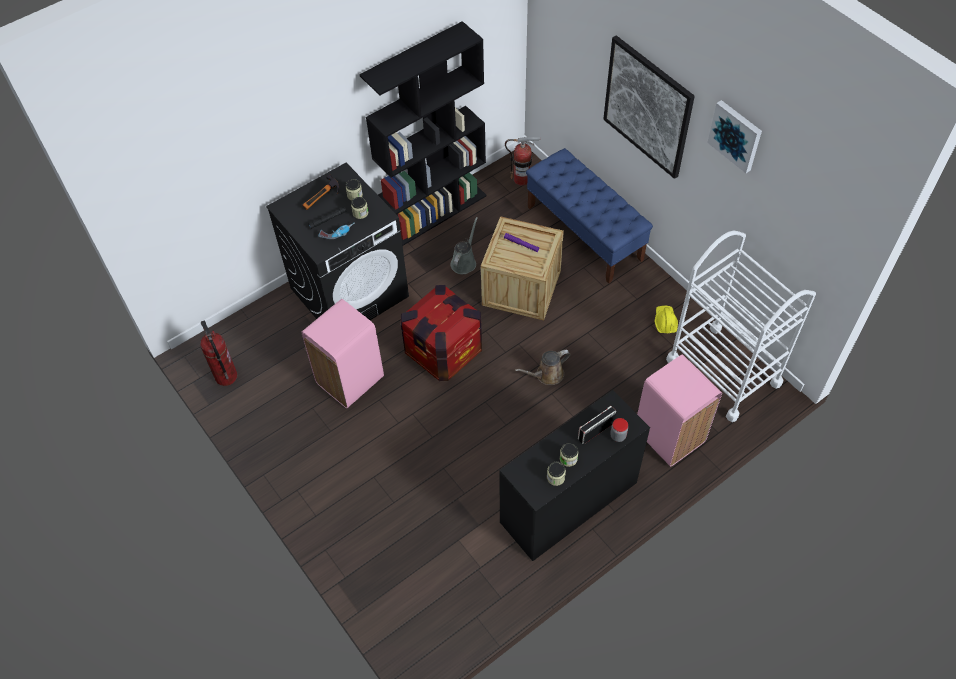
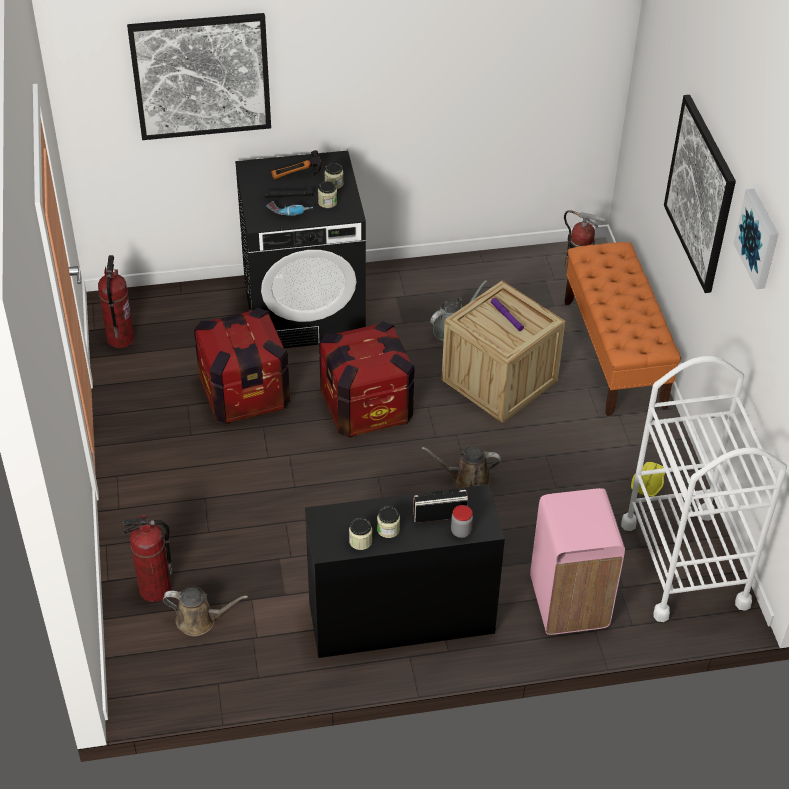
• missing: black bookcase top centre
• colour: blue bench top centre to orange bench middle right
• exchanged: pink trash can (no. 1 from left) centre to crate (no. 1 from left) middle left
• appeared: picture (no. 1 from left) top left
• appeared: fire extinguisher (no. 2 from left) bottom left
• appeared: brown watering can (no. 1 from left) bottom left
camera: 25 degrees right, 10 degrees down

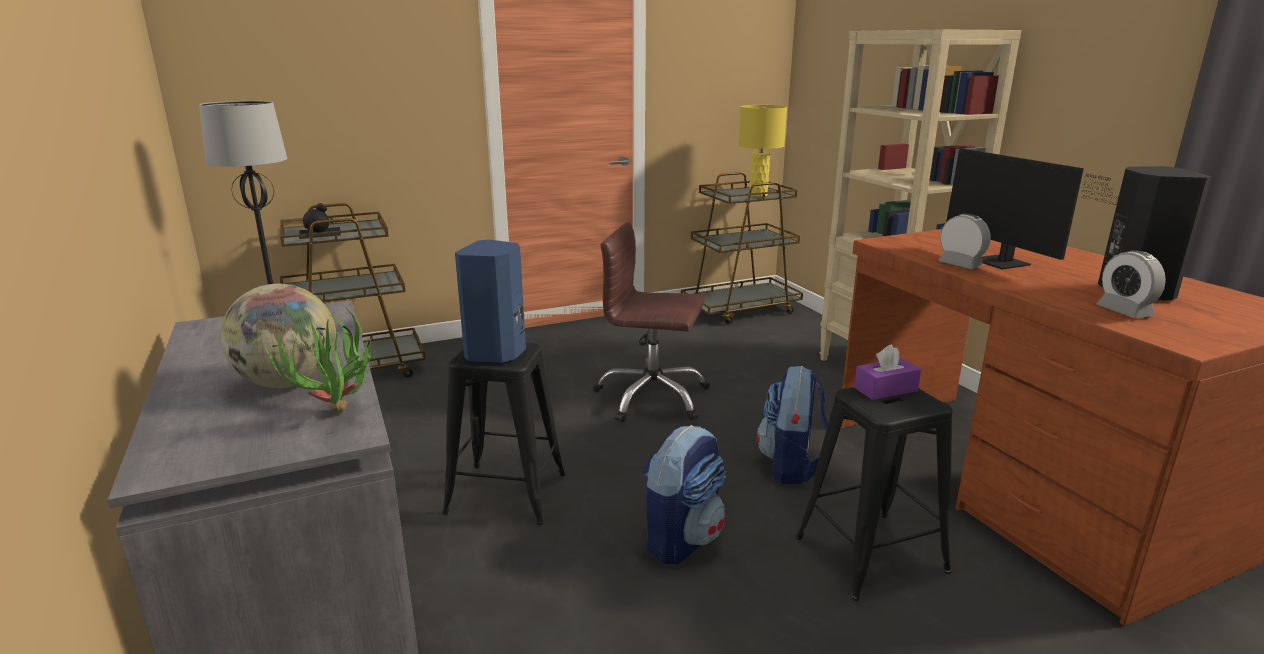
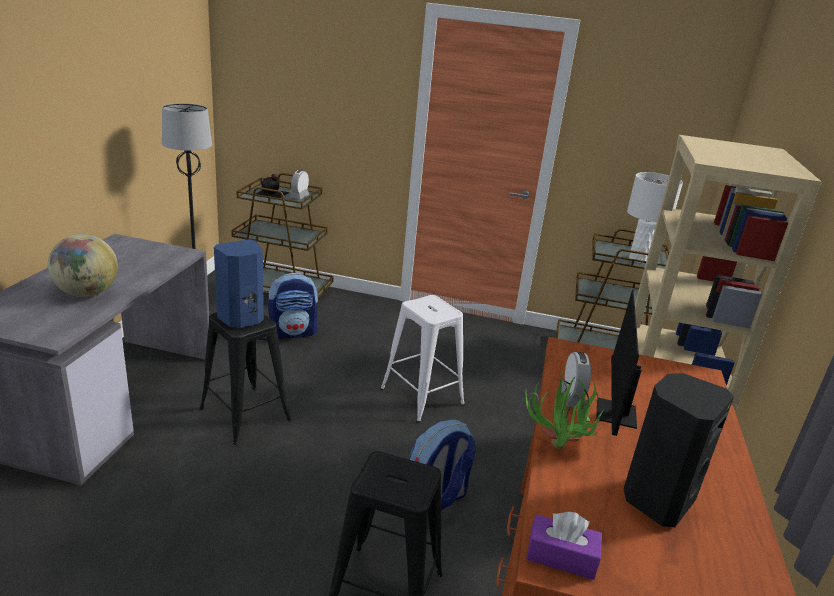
• colour: yellow table lamp top centre to white table lamp middle right
• exchanged: brown office chair centre to white stool centre
• relocated: alarm clock (no. 2 from left in the first image) middle right to alarm clock (no. 1 from left) top centre
• relocated: potted plant middle left to bottom right
• relocated: purple tissue box middle right to bottom right
• relocated: backpack (no. 1 from left) bottom centre to centre
camera: 35 degrees right, 5 degrees up

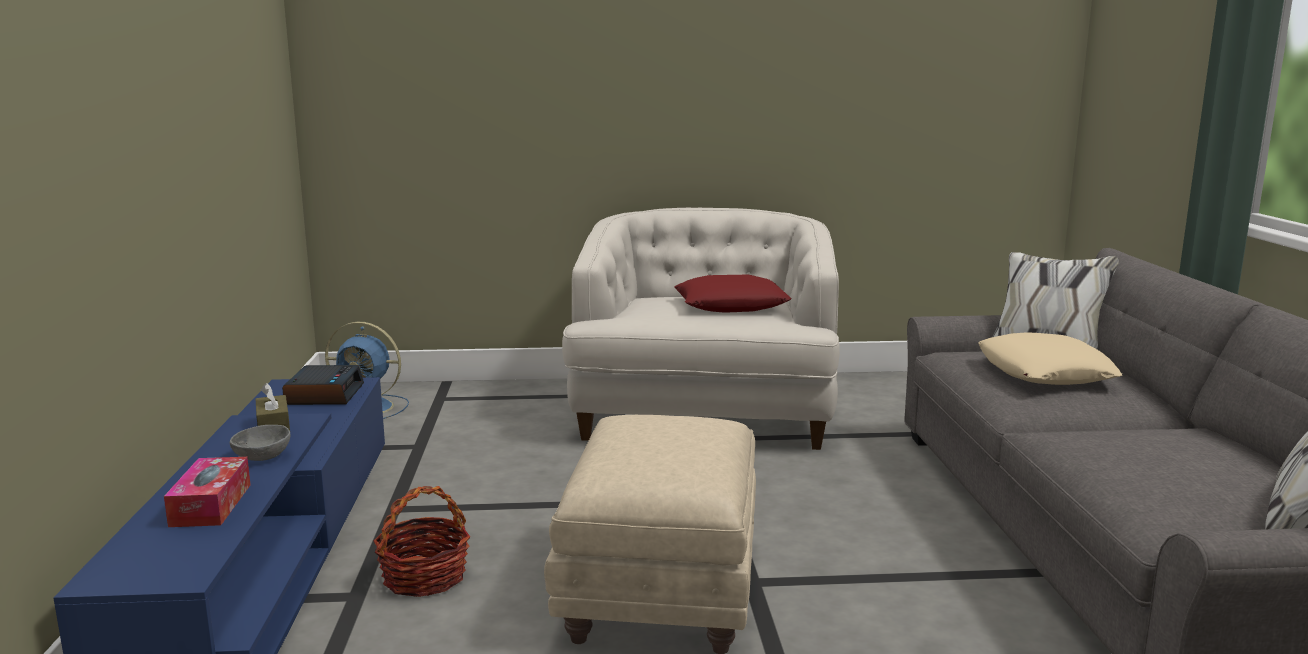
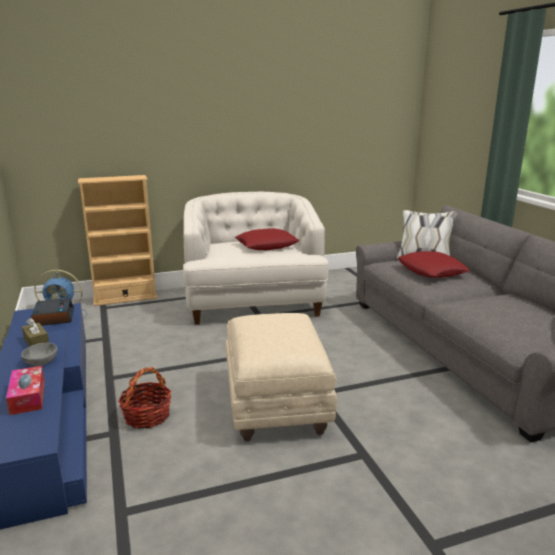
• colour: beige pillow middle right to red pillow (no. 2 from left) middle right
• appeared: beige bookcase middle left
camera: 15 degrees left, 5 degrees up

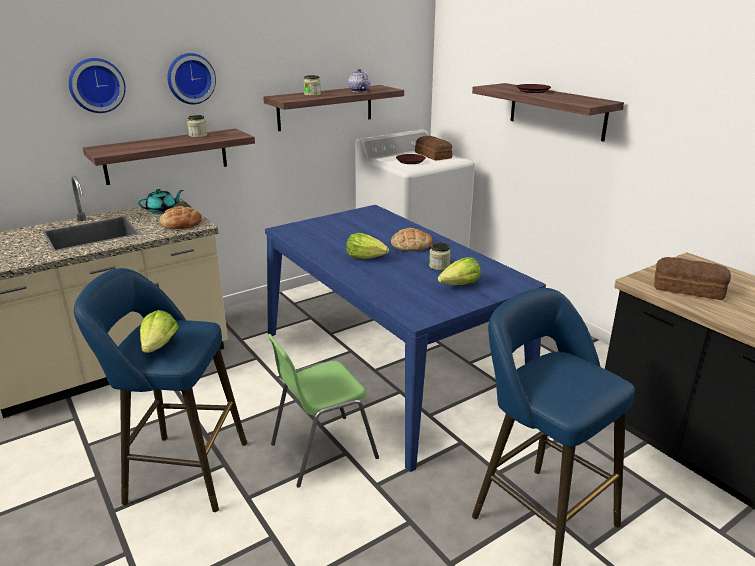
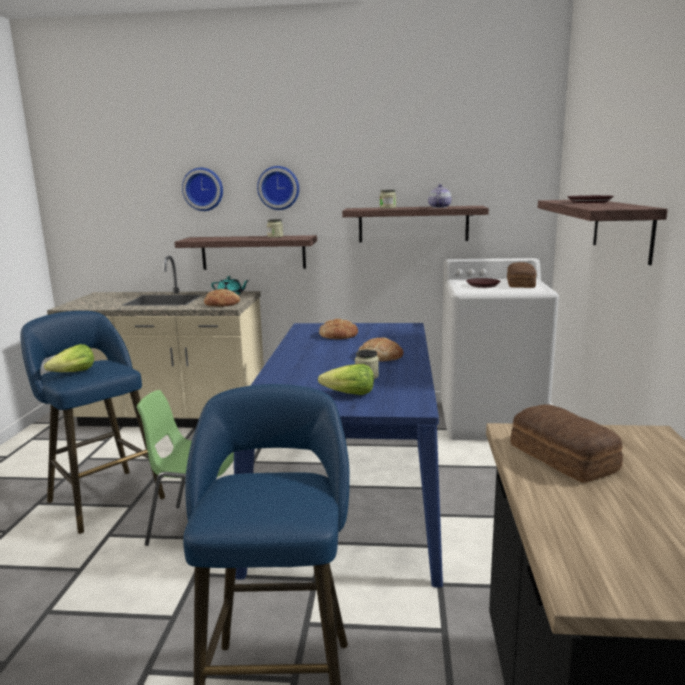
• missing: lettuce (no. 2 from left) centre
• appeared: bread (no. 2 from left) centre
camera: 40 degrees right, 10 degrees down

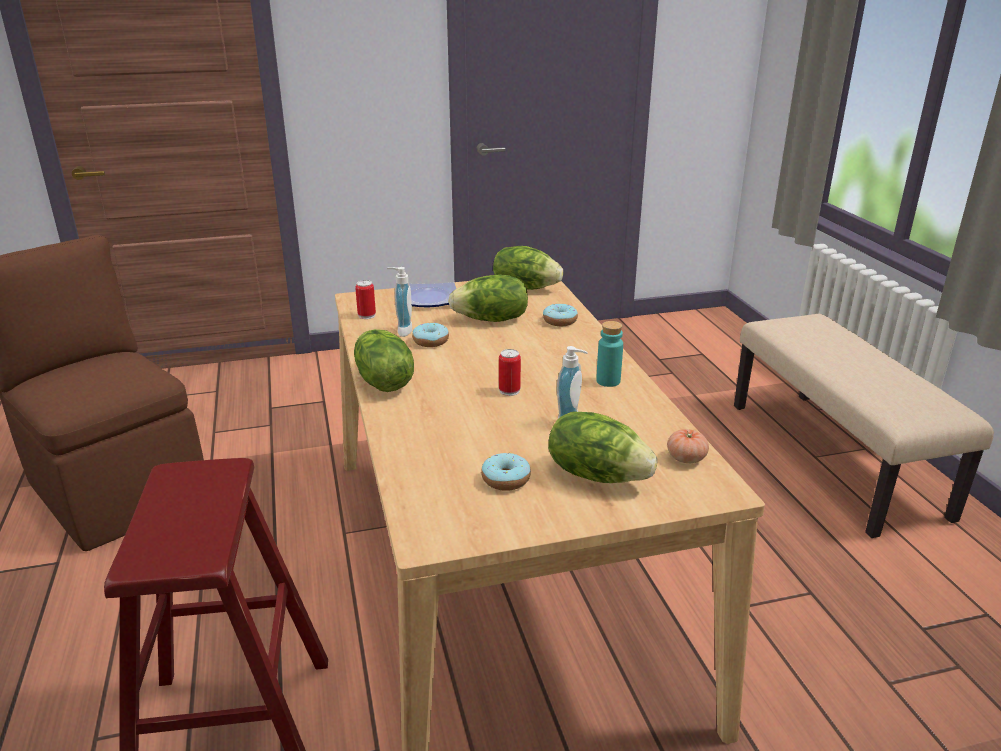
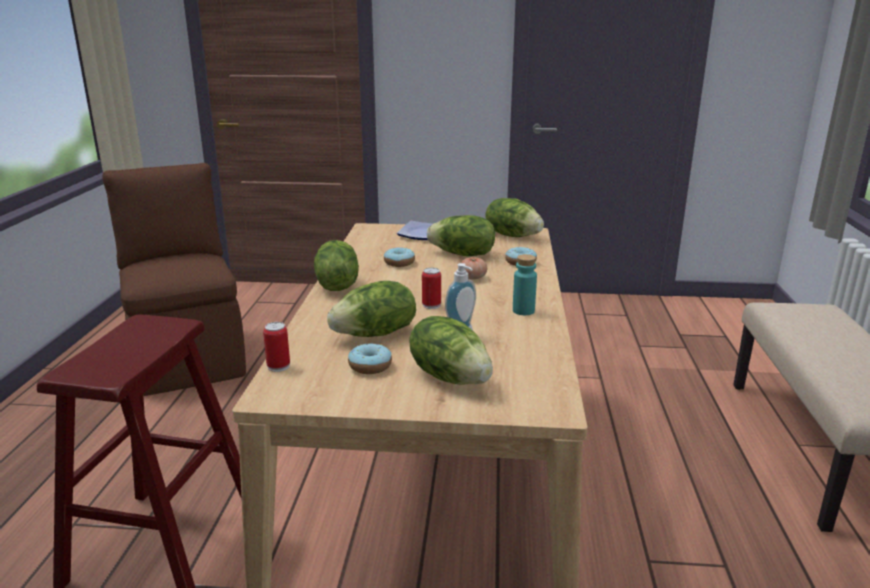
• missing: soap dispenser (no. 1 from left) centre
• relocated: can (no. 1 from left) centre to middle left
• relocated: tomato middle right to centre
• appeared: lettuce (no. 2 from left) centre
camera: 20 degrees right, 5 degrees down

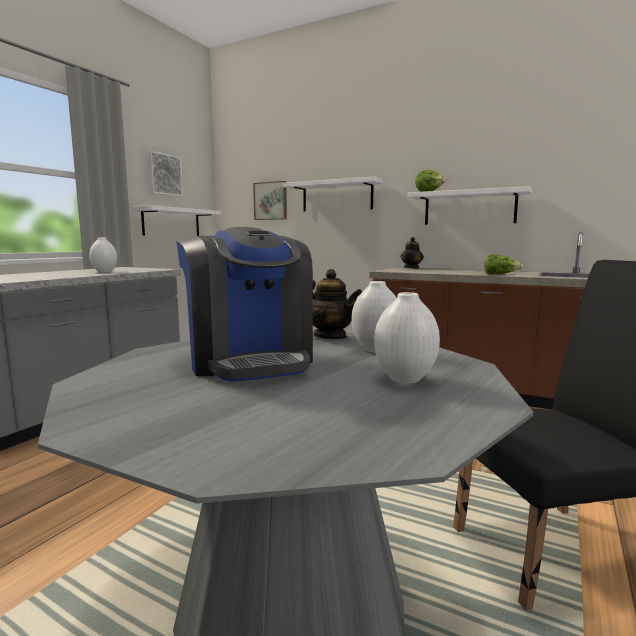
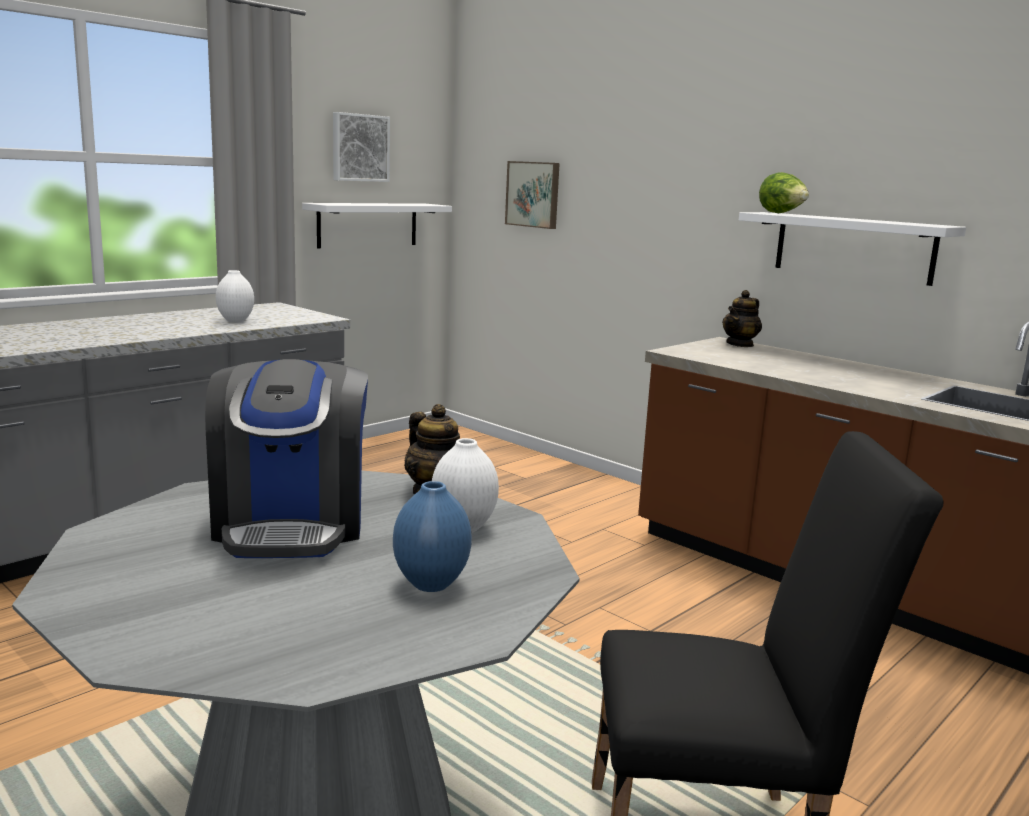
• missing: white shelf (no. 2 from left) top centre
• missing: lettuce (no. 2 from left) middle right
• colour: white vase (no. 3 from left) centre to blue vase centre
camera: 15 degrees right, 5 degrees up

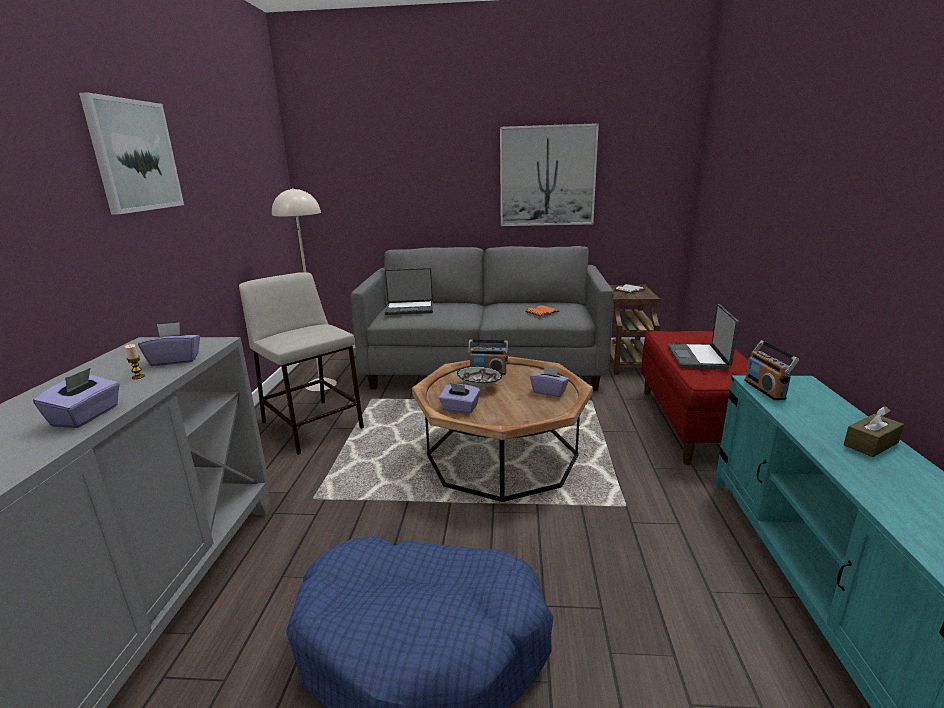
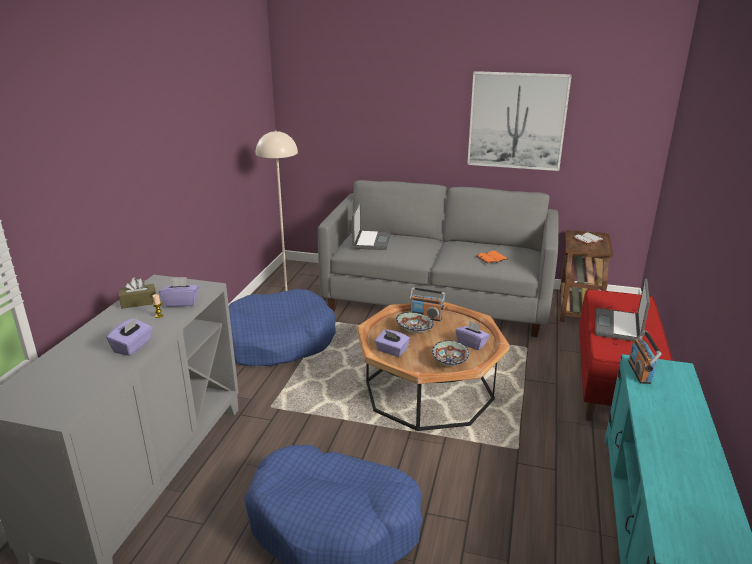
• missing: picture (no. 1 from left) top left
• spun: laptop (no. 1 from left) centre = centre 90 degrees counterclockwise
• exchanged: beige stool middle left to blue dog bed (no. 1 from left) centre
• relocated: brown tissue box middle right to middle left
• appeared: bowl (no. 2 from left) centre
camera: 10 degrees right, 5 degrees up

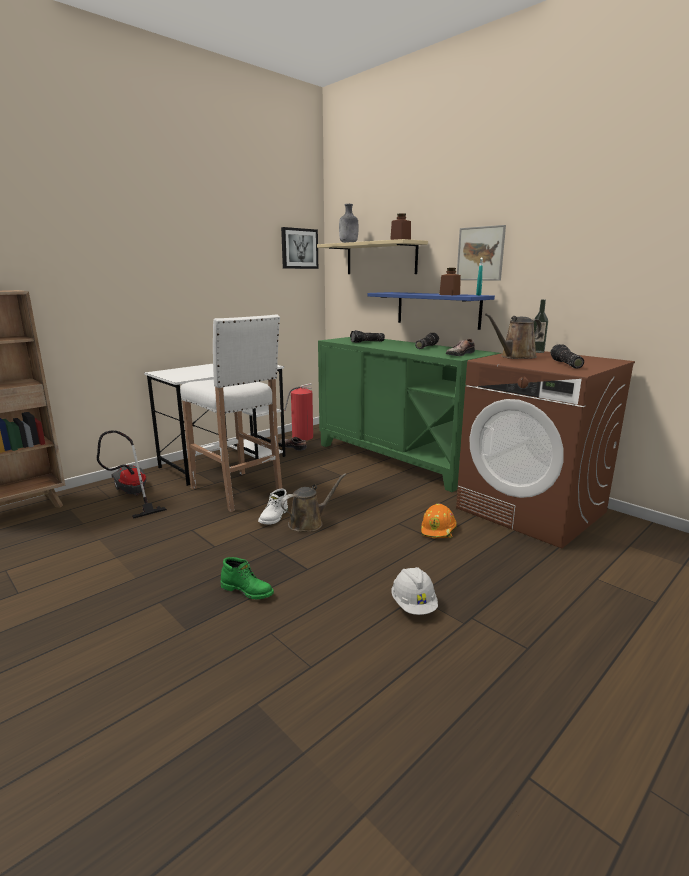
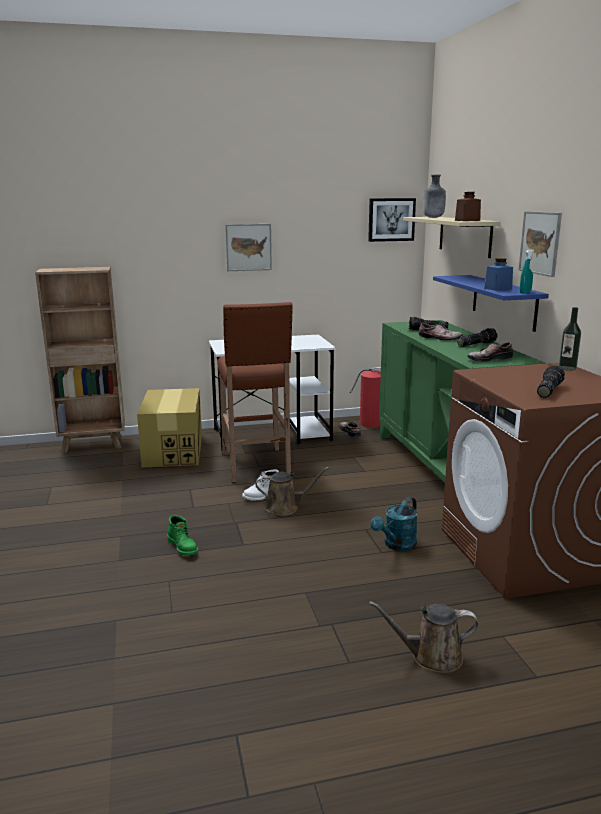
• colour: brown jar (no. 2 from left) top centre to blue jar middle right
• relocated: brown watering can (no. 2 from left) middle right to bottom right
• colour: white stool centre to brown stool centre
• exchanged: vacuum cleaner middle left to cardboard box middle left
• exchanged: orange hard hat centre to turquoise watering can centre
• missing: white hard hat bottom centre
• appeared: picture (no. 1 from left) top centre
• appeared: shoe (no. 2 from left) middle right
camera: 30 degrees right, 0 degrees up

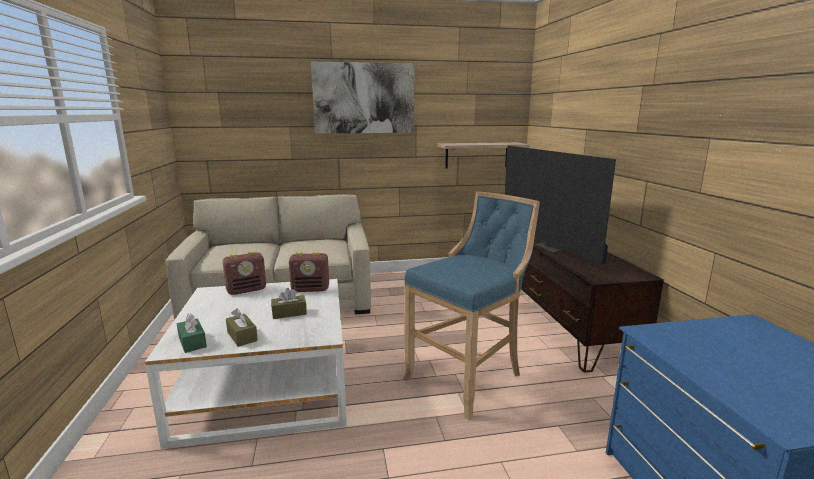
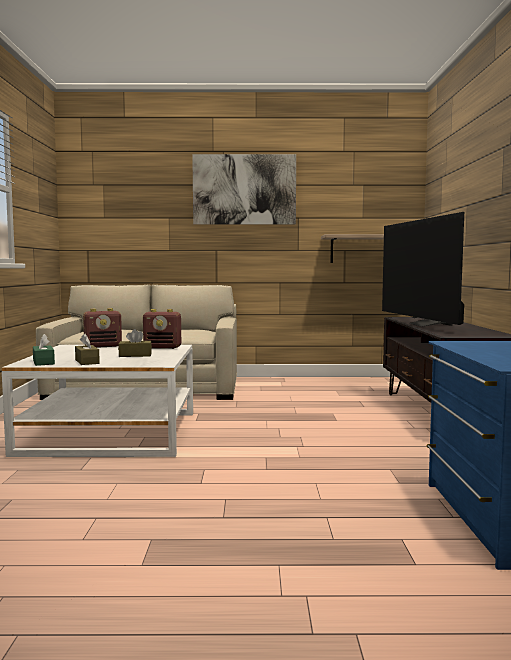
• missing: blue stool centre
camera: 10 degrees right, 10 degrees down

